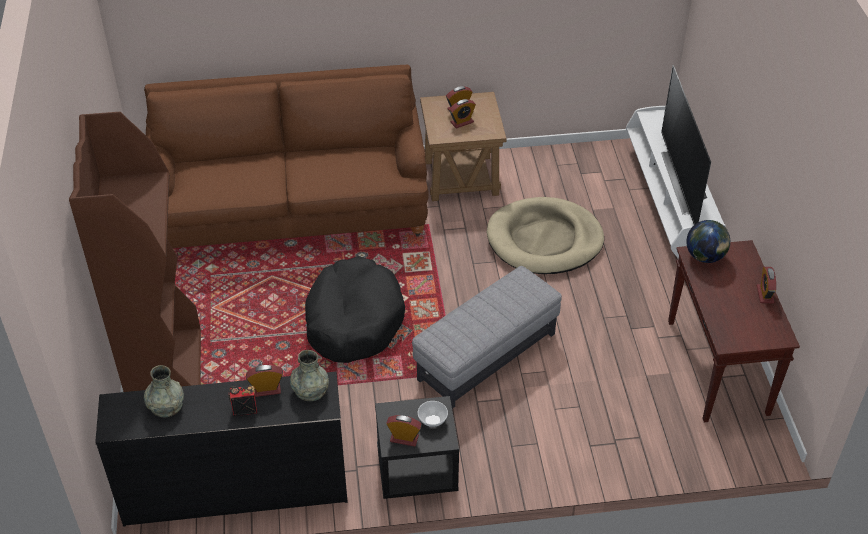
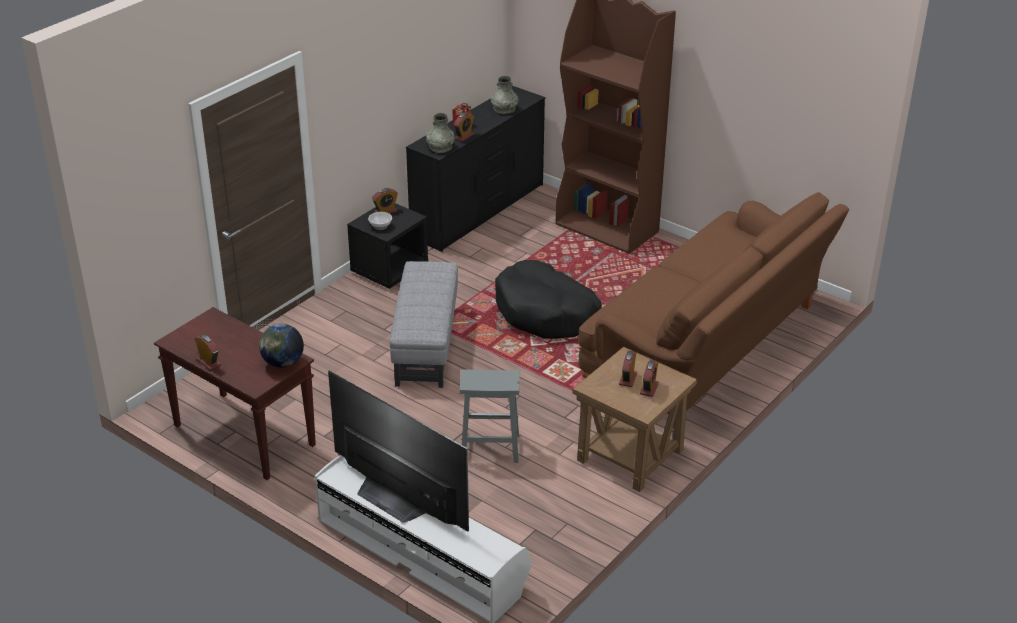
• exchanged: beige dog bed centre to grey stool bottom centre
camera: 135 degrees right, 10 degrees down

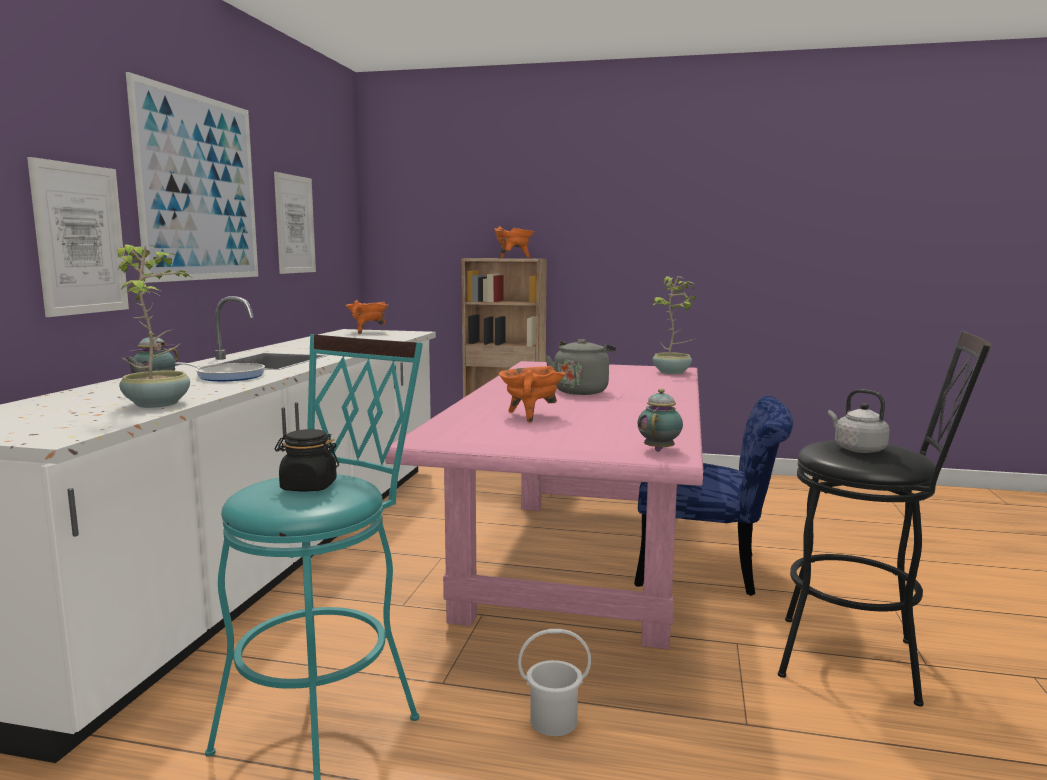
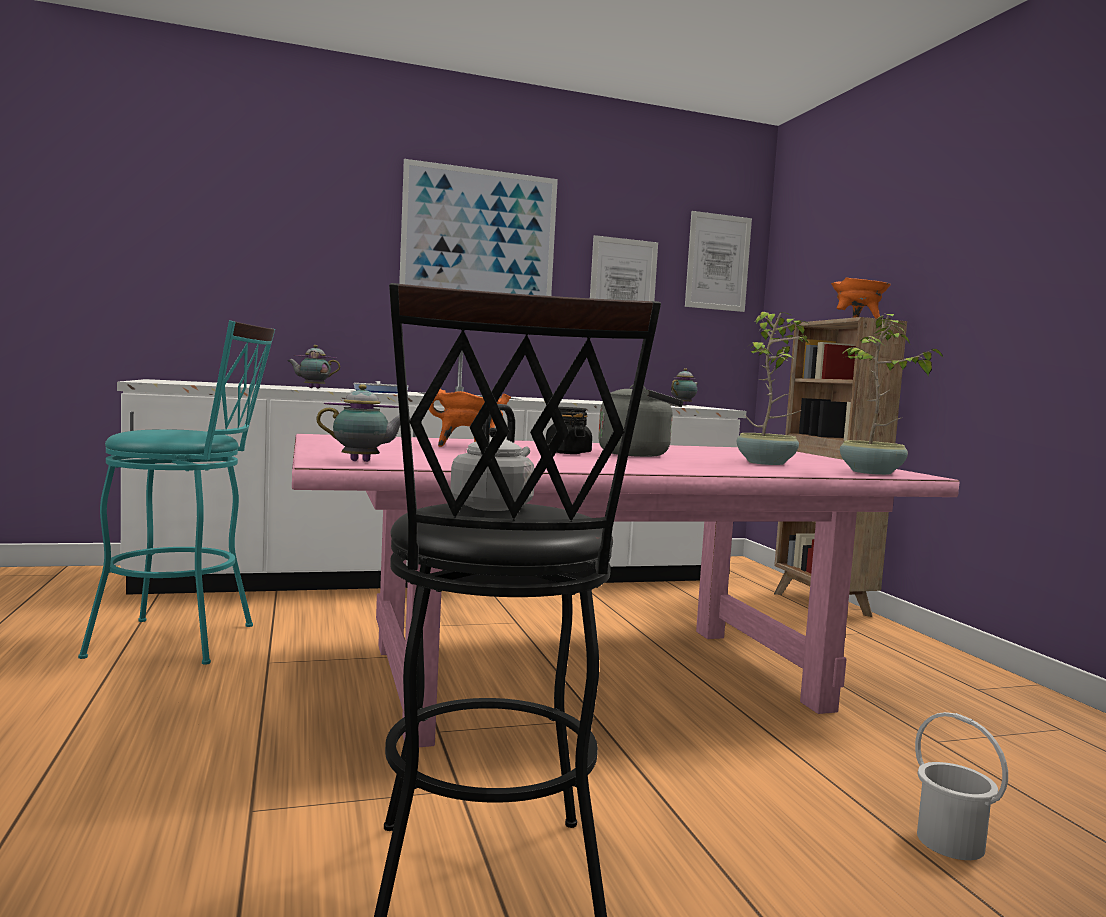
• relocated: picture (no. 1 from left in the first image) top left to picture (no. 3 from left) top centre
• relocated: potted plant (no. 1 from left) middle left to middle right
• exchanged: orange cooking pot (no. 1 from left) centre to teapot (no. 3 from left) centre
• missing: blue chair middle right
• relocated: black jar middle left to centre
• relocated: white bucket bottom centre to bottom right
camera: 60 degrees right, 5 degrees down

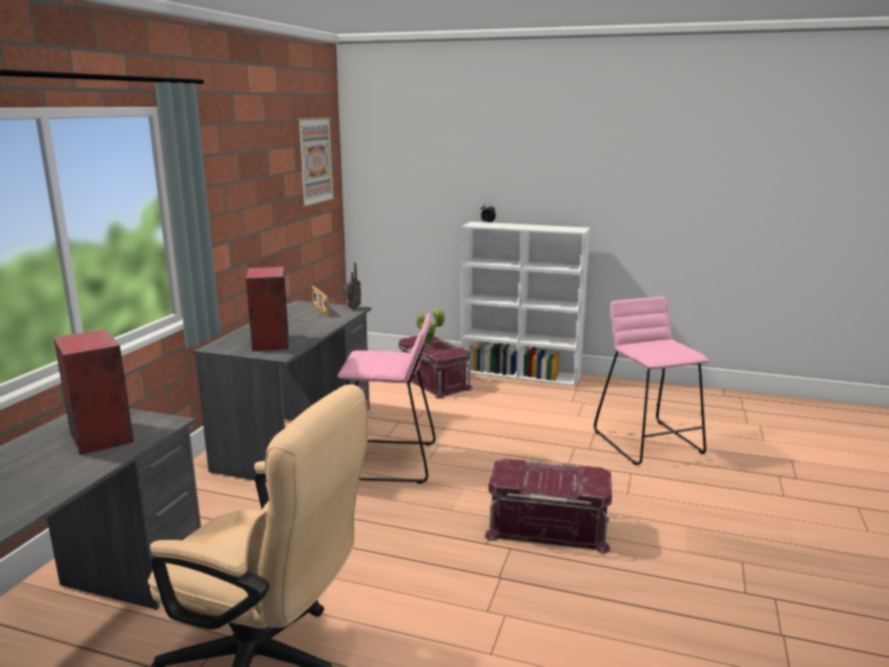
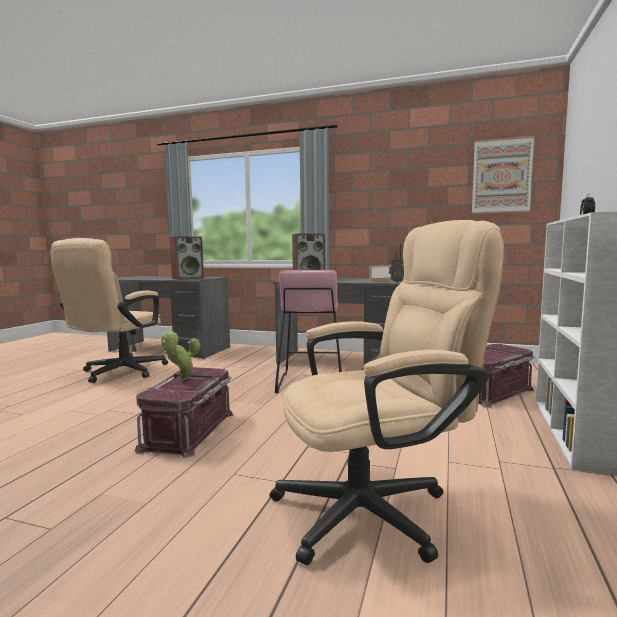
• exchanged: pink stool (no. 2 from left) middle right to beige office chair (no. 2 from left) centre
• relocated: potted plant centre to middle left
camera: 90 degrees right, 10 degrees down

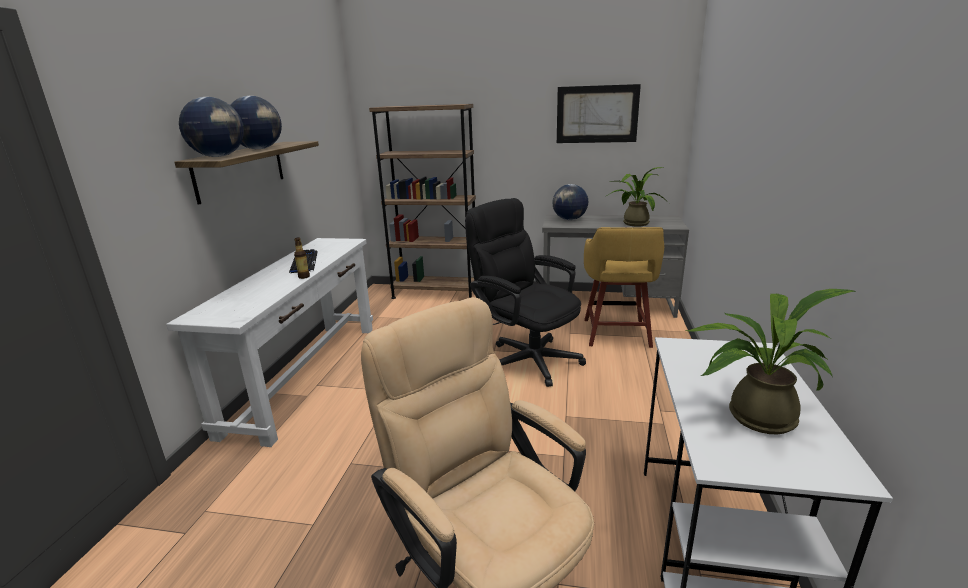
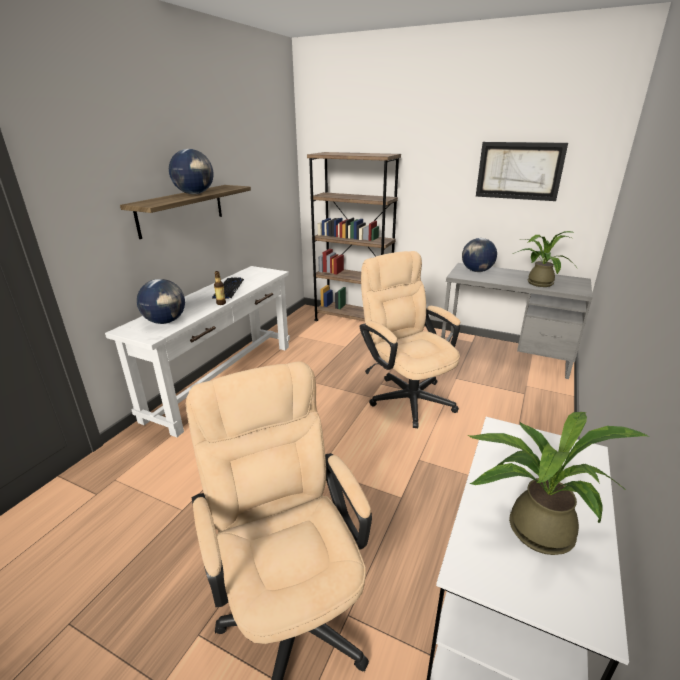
• relocated: globe (no. 1 from left) top left to middle left
• colour: black office chair centre to beige office chair (no. 2 from left) centre
• missing: yellow stool centre
camera: 15 degrees right, 5 degrees up

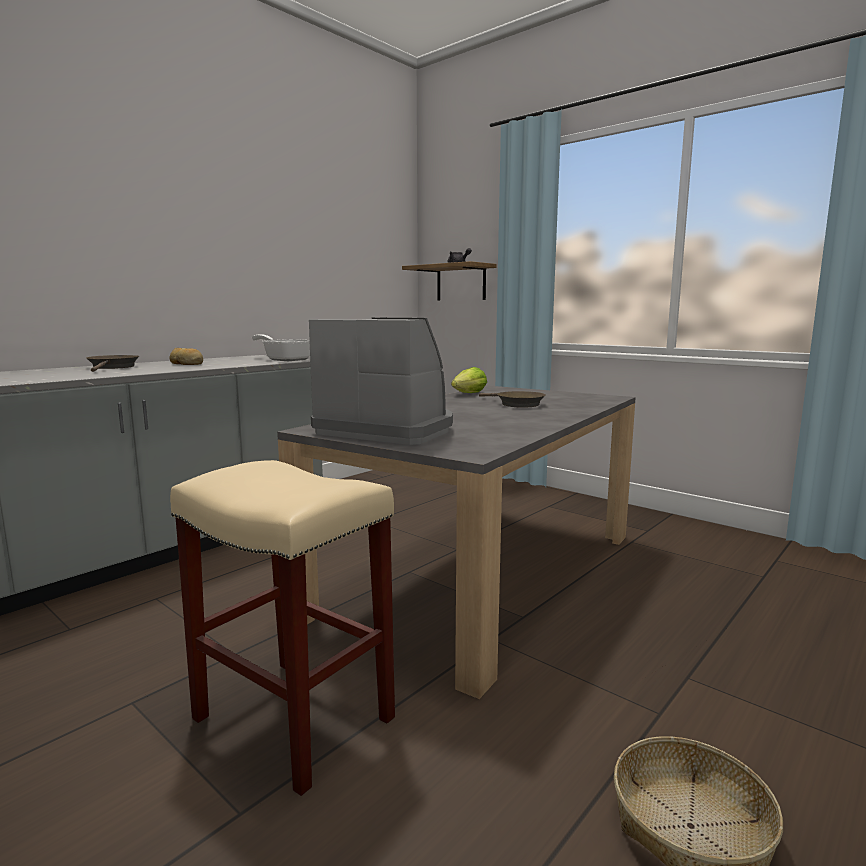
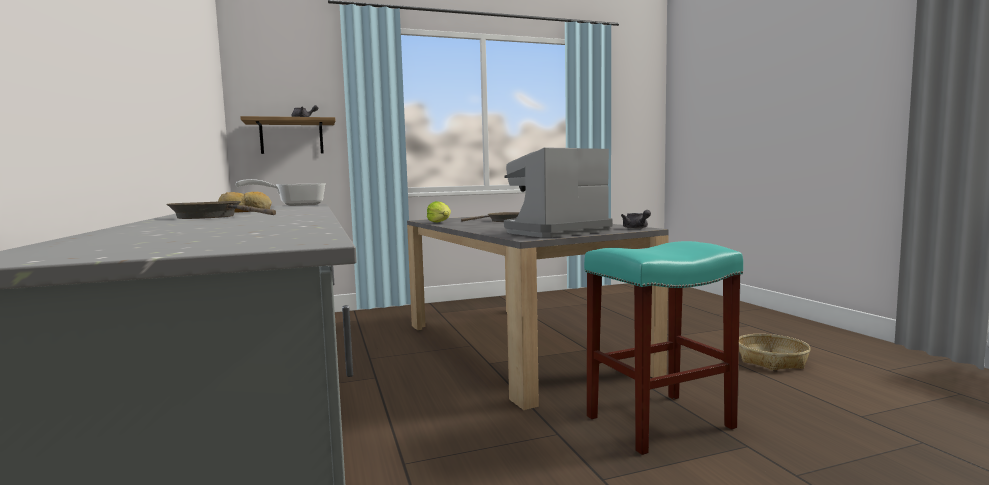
• colour: beige stool bottom left to turquoise stool bottom right
• appeared: grey teapot (no. 2 from left) centre
camera: 60 degrees left, 5 degrees down

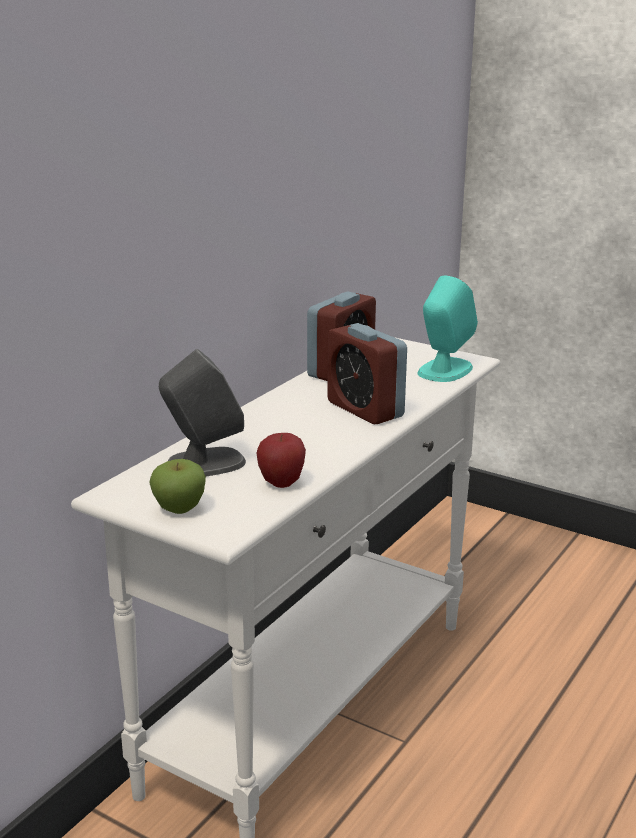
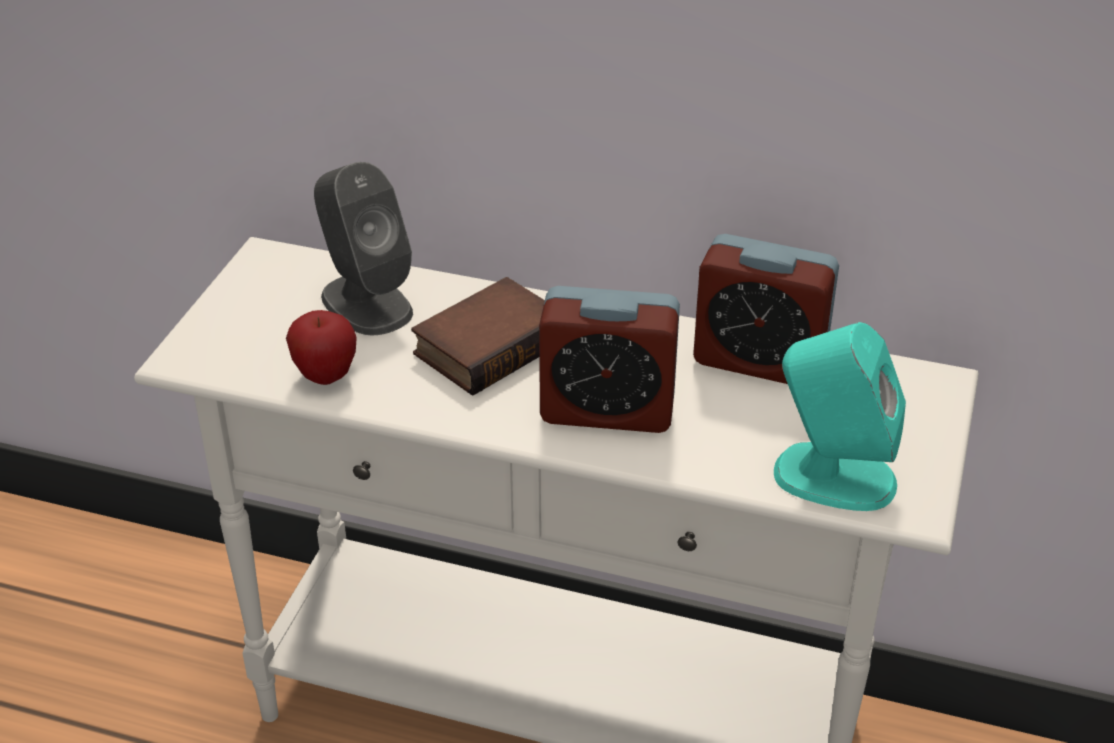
• spun: alarm clock (no. 2 from left in the first image) centre = centre 120 degrees counterclockwise
• missing: apple (no. 1 from left) middle left
• appeared: book centre
camera: 75 degrees right, 15 degrees up

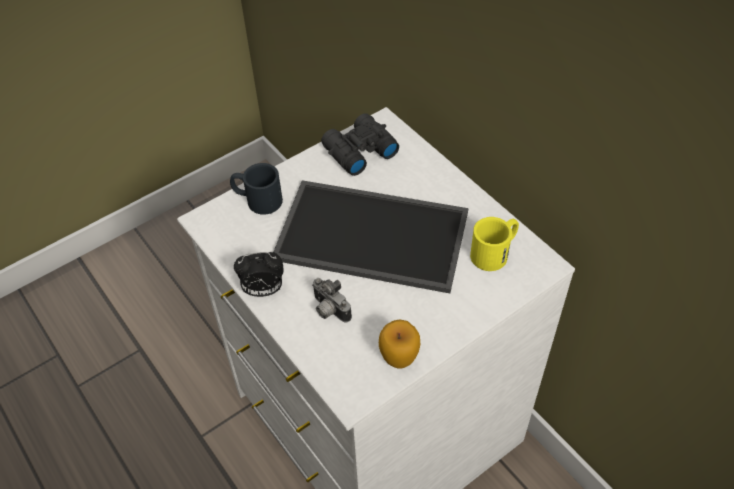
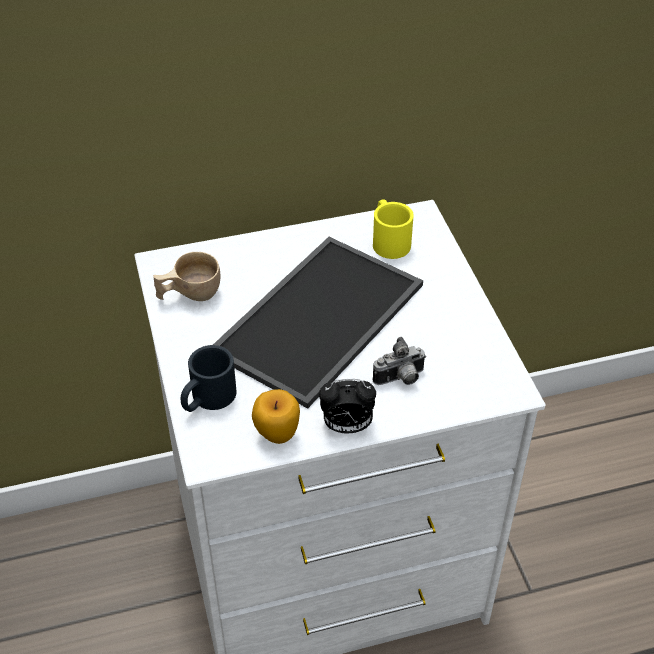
• exchanged: black binoculars top centre to beige cup middle left
• spun: alarm clock centre = centre 75 degrees clockwise
• relocated: apple bottom centre to centre
camera: 70 degrees left, 5 degrees down

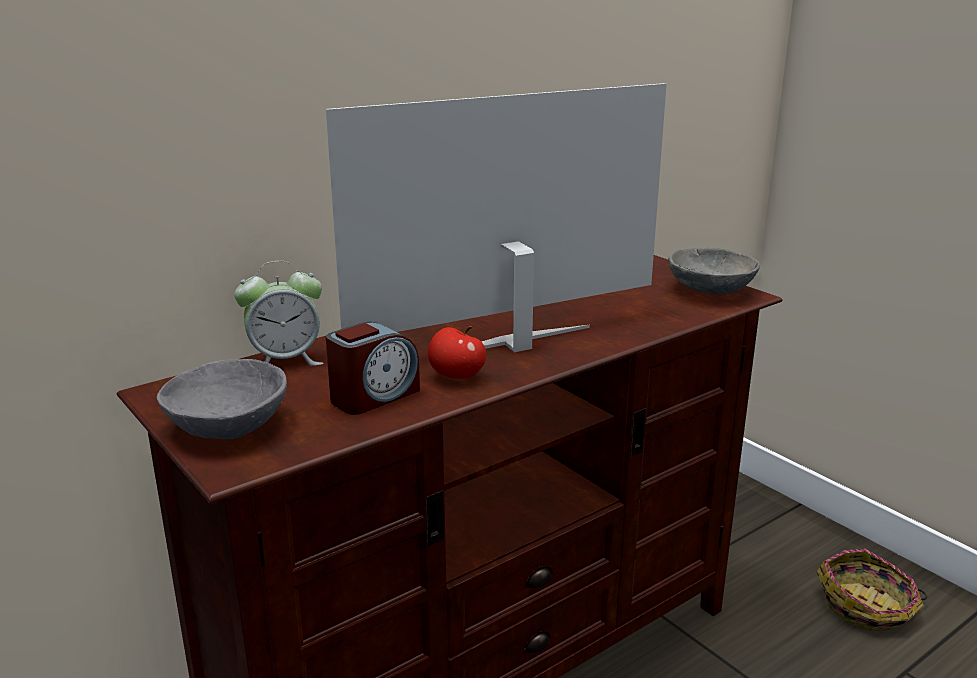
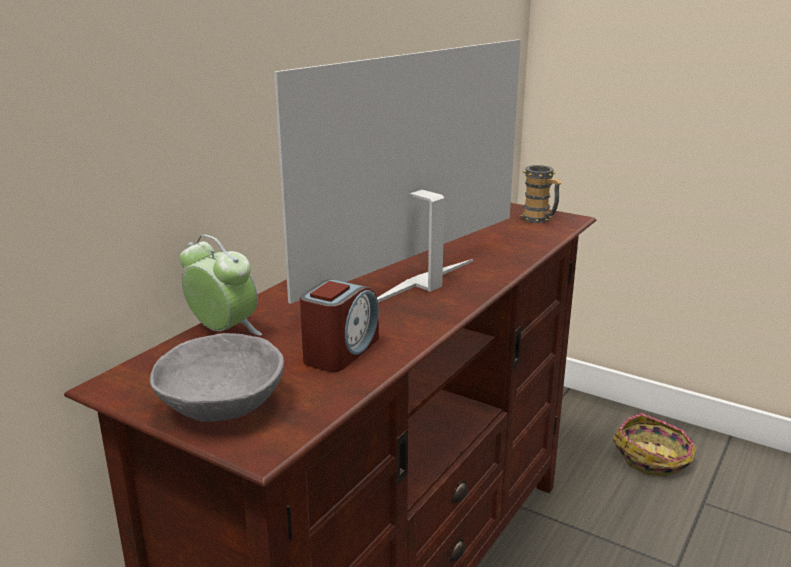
• exchanged: grey bowl (no. 2 from left) middle right to mug middle right
• spun: alarm clock (no. 1 from left) middle left = middle left 105 degrees counterclockwise
• missing: apple centre
camera: 20 degrees left, 0 degrees up

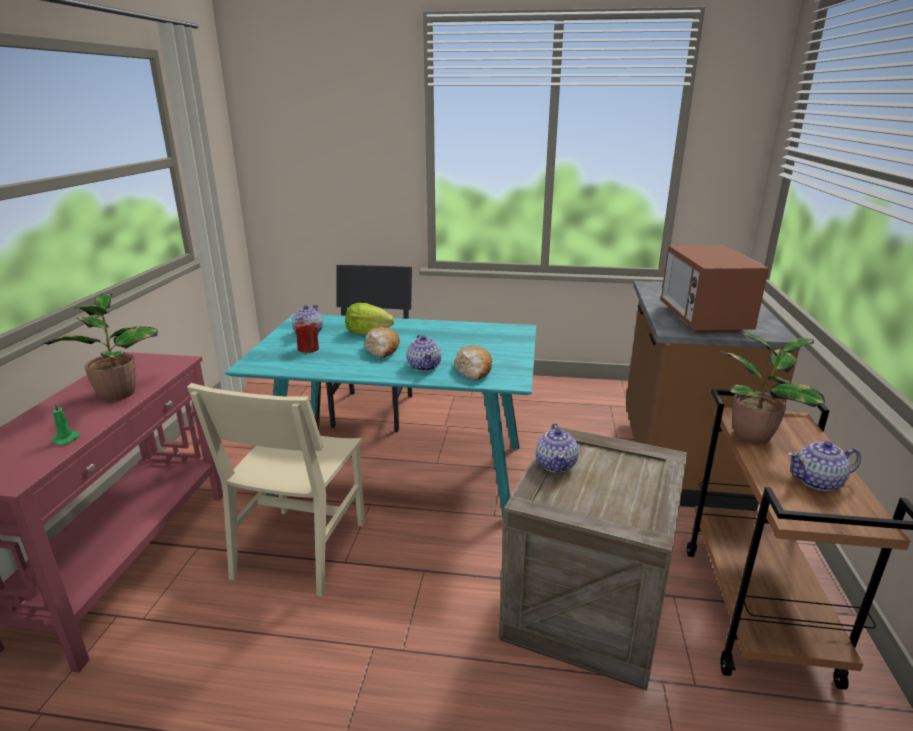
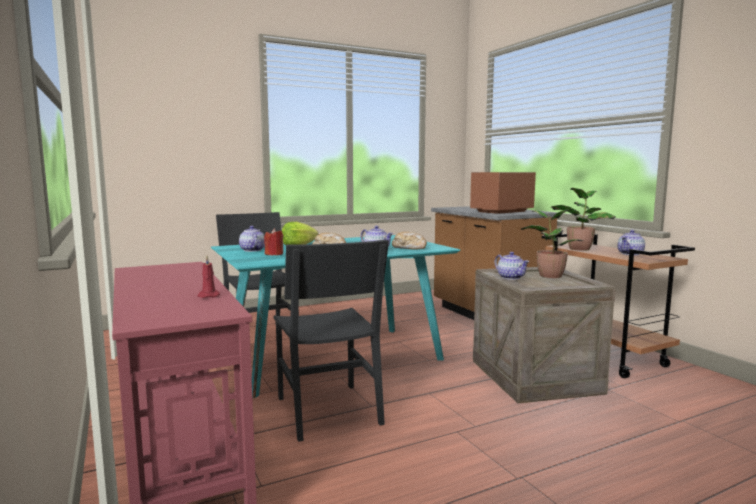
• spun: microwave middle right = centre 90 degrees clockwise
• relocated: potted plant (no. 1 from left) middle left to middle right
• colour: beige chair bottom left to black chair (no. 2 from left) bottom centre
• colour: green candle middle left to red candle (no. 1 from left) middle left
camera: 35 degrees left, 15 degrees down

